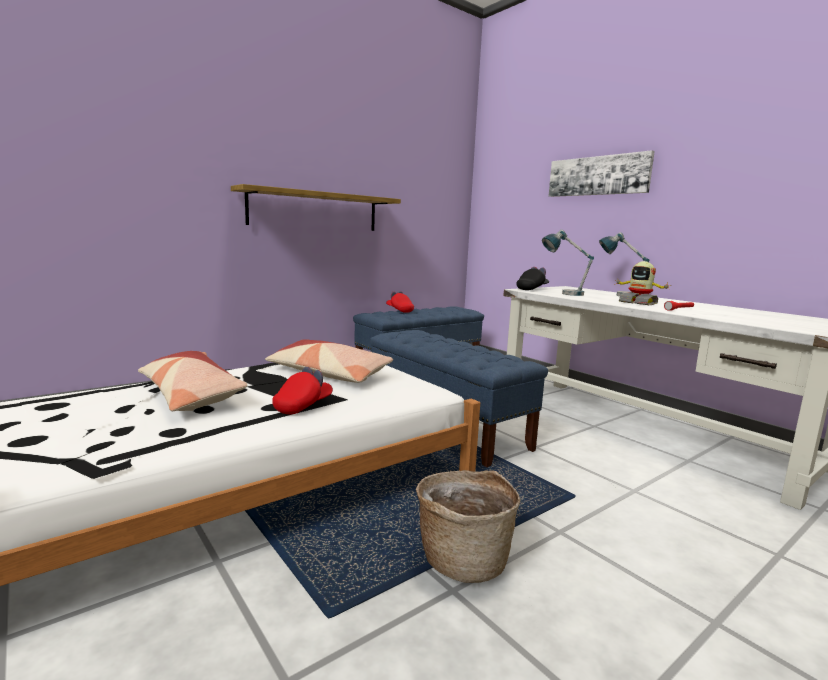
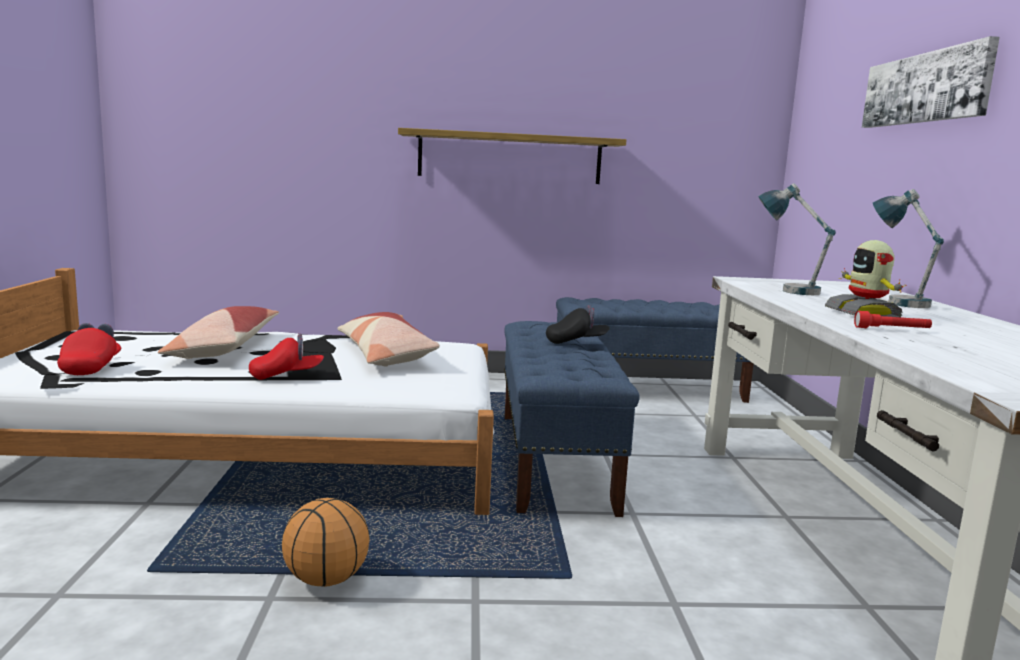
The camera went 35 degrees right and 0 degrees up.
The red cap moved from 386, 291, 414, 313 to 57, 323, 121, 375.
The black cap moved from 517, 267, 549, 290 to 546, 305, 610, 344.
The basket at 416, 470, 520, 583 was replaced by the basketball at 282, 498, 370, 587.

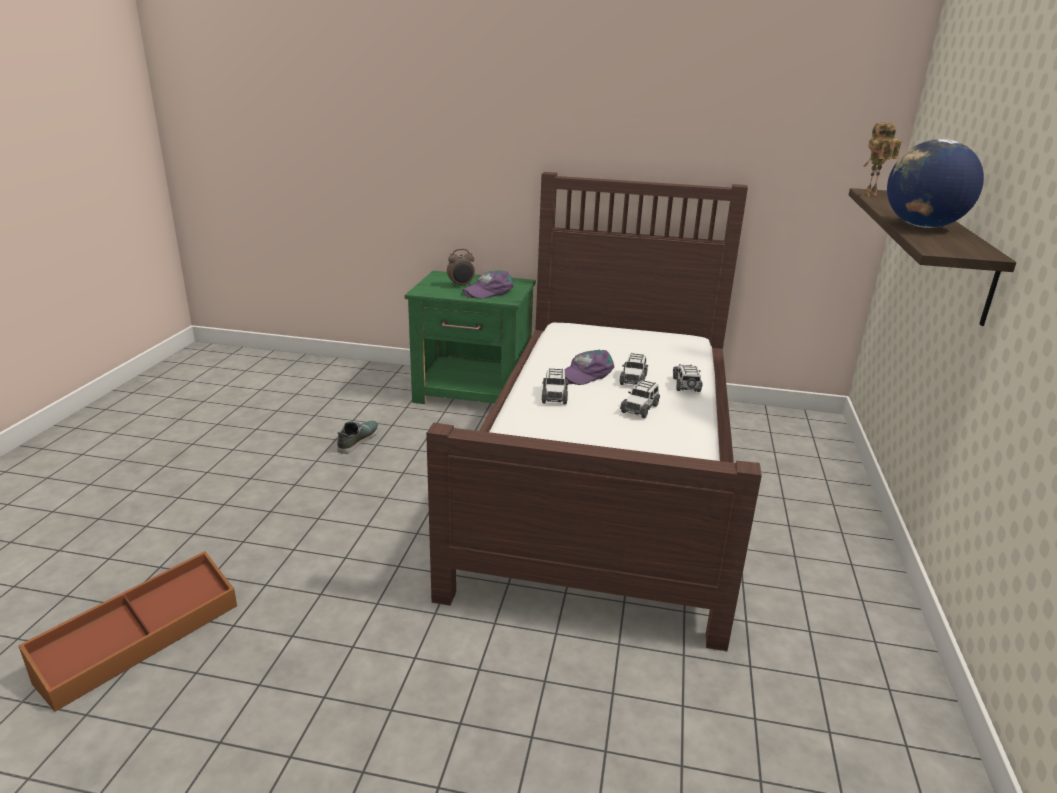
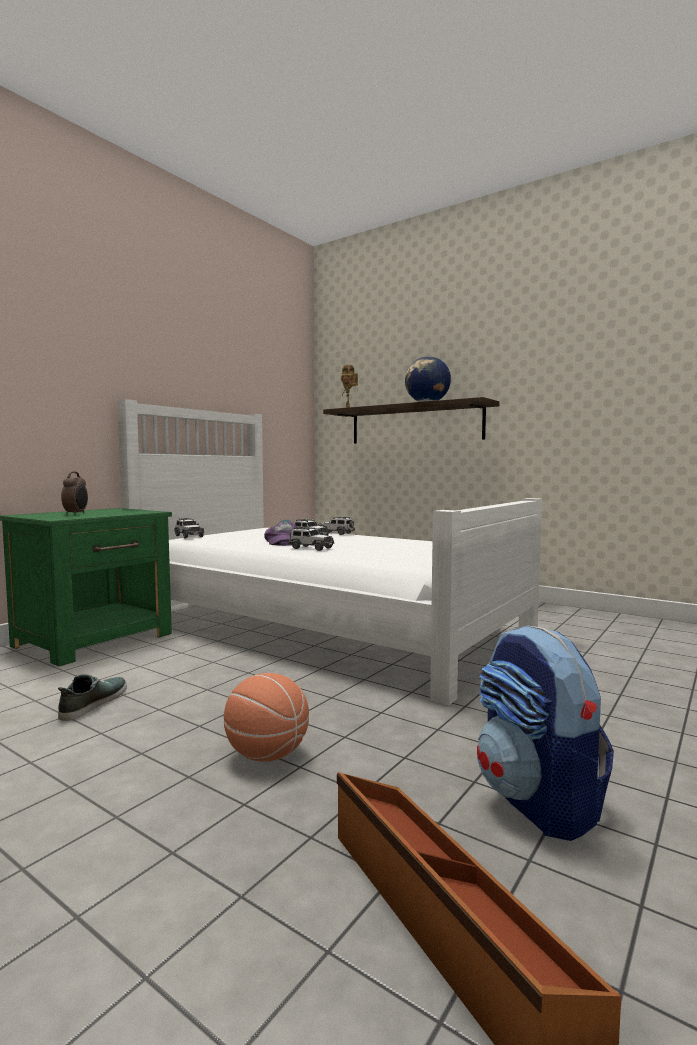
The camera went 65 degrees left and 20 degrees down.
The purple cap at 463, 271, 514, 299 disappeared.
The basketball at 224, 673, 309, 762 appeared.
The backpack at 477, 625, 614, 841 appeared.
The toy car moved from 620, 380, 660, 418 to 175, 518, 204, 538.
The brown bed at 426, 172, 762, 651 became the white bed at 117, 399, 542, 705.
The shoe at 337, 421, 379, 454 turned 60 degrees clockwise.

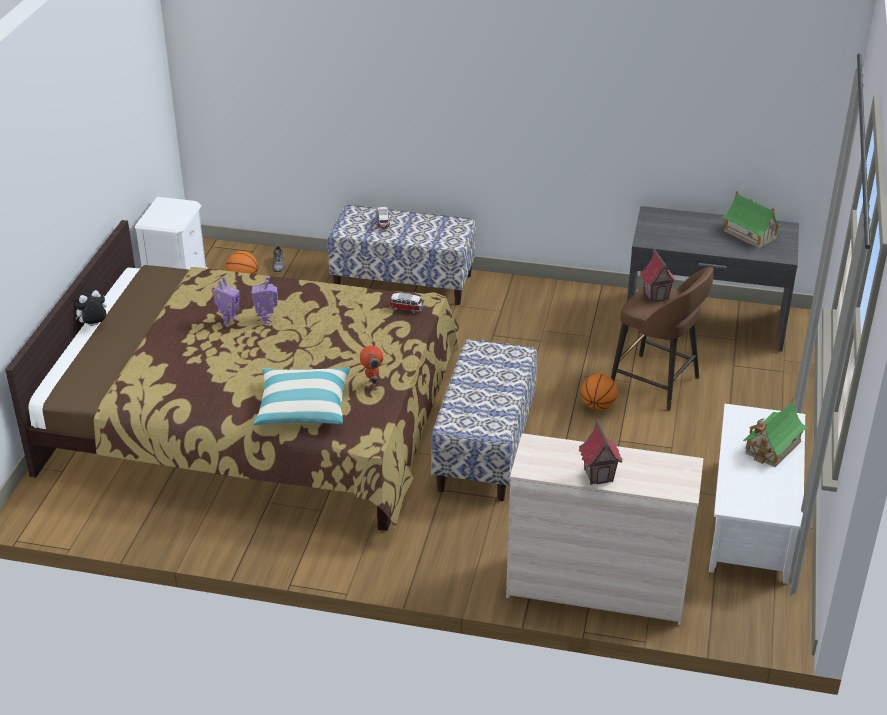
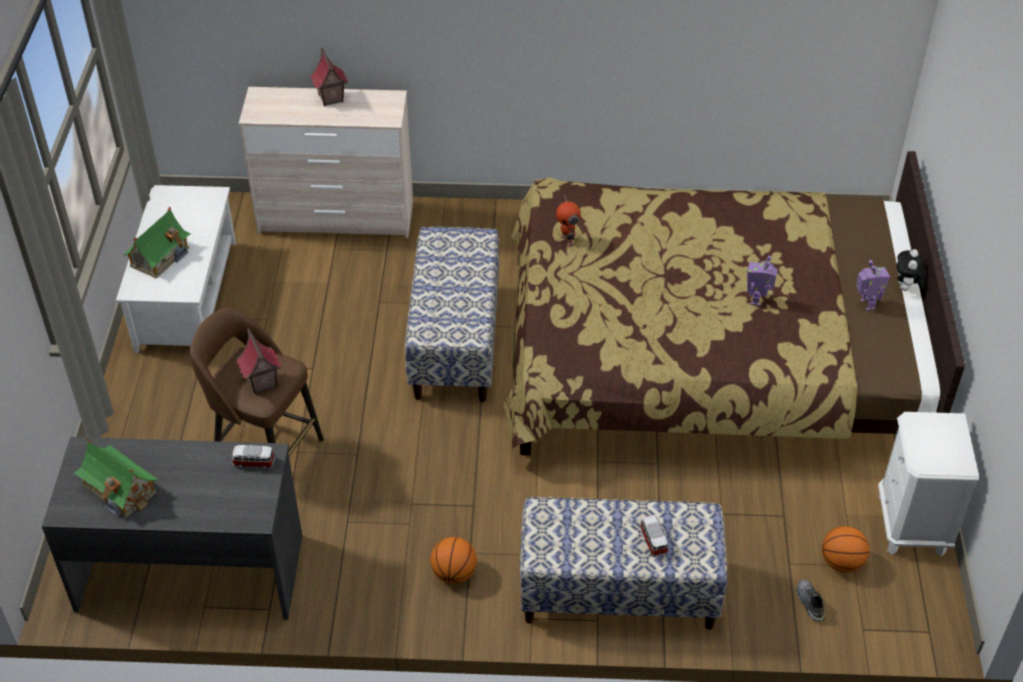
The camera went 170 degrees right and 10 degrees up.
The pillow at 253, 367, 350, 425 disappeared.
The toy robot moved from 251, 276, 278, 324 to 856, 260, 890, 311.
The toy car moved from 389, 293, 423, 313 to 231, 445, 276, 469.
The basketball moved from 581, 374, 618, 410 to 431, 537, 477, 584.
The plush toy at 75, 290, 107, 326 turned 150 degrees clockwise.

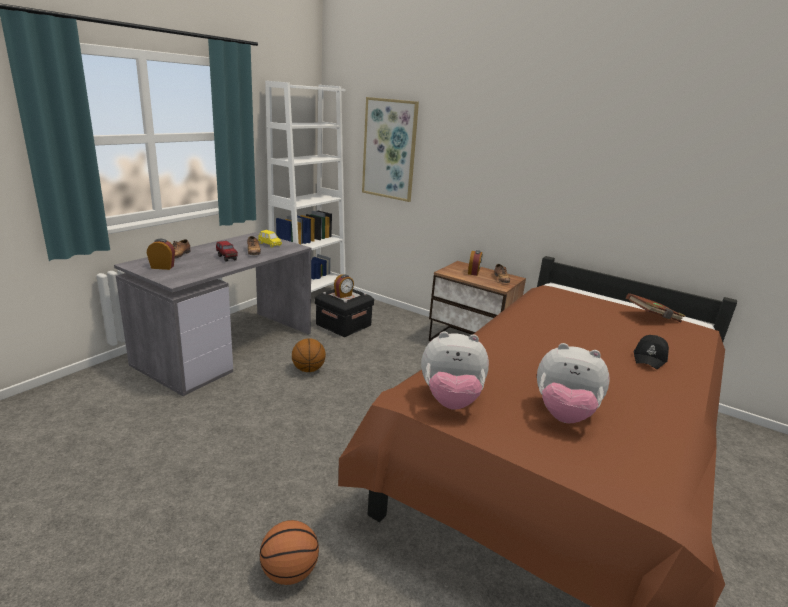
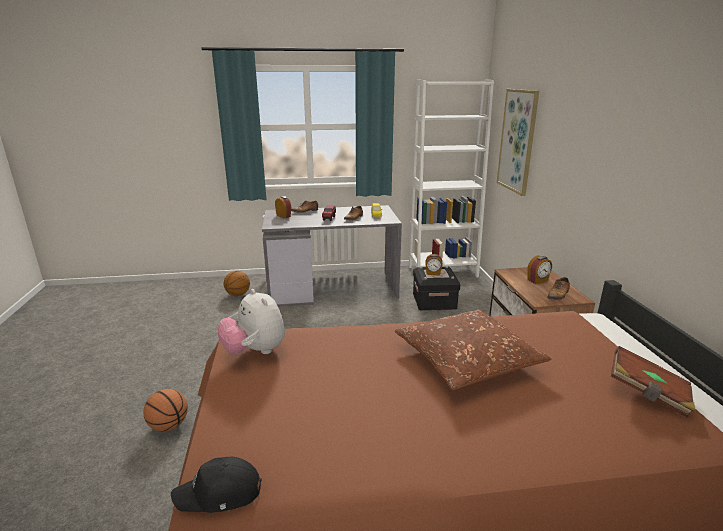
The camera went 50 degrees right and 0 degrees up.
The plush toy at 537, 343, 610, 424 disappeared.
The brown pillow at 395, 310, 552, 390 appeared.
The basketball moved from 292, 338, 326, 372 to 224, 271, 250, 296.
The black cap moved from 633, 335, 669, 369 to 171, 457, 261, 513.

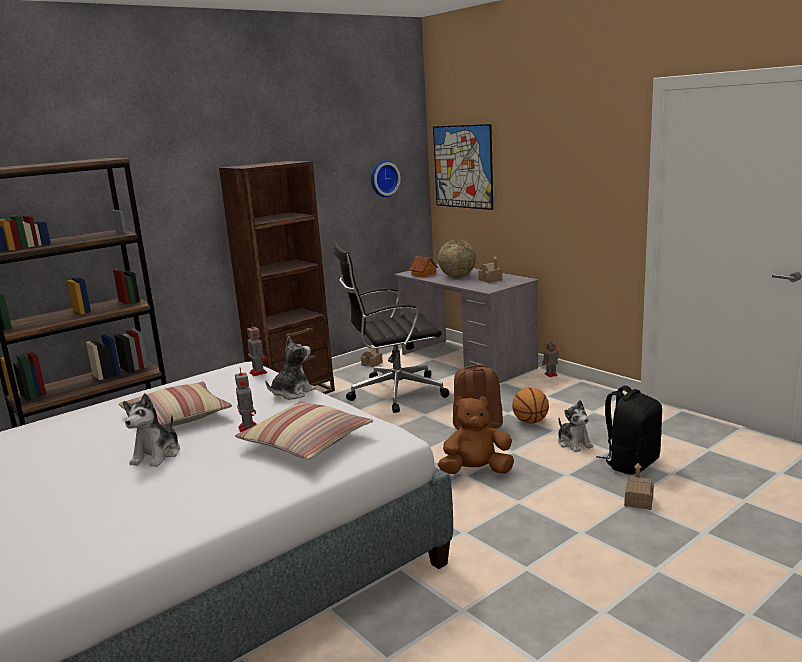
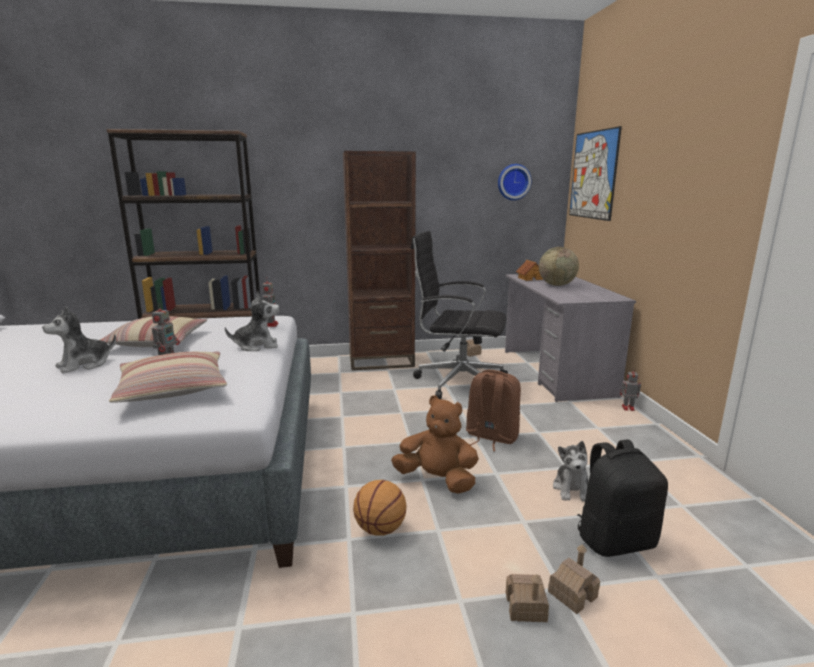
The camera went 30 degrees right and 0 degrees up.
The toy house moved from 478, 256, 502, 283 to 506, 574, 549, 622.
The basketball moved from 512, 387, 549, 424 to 353, 480, 406, 536.

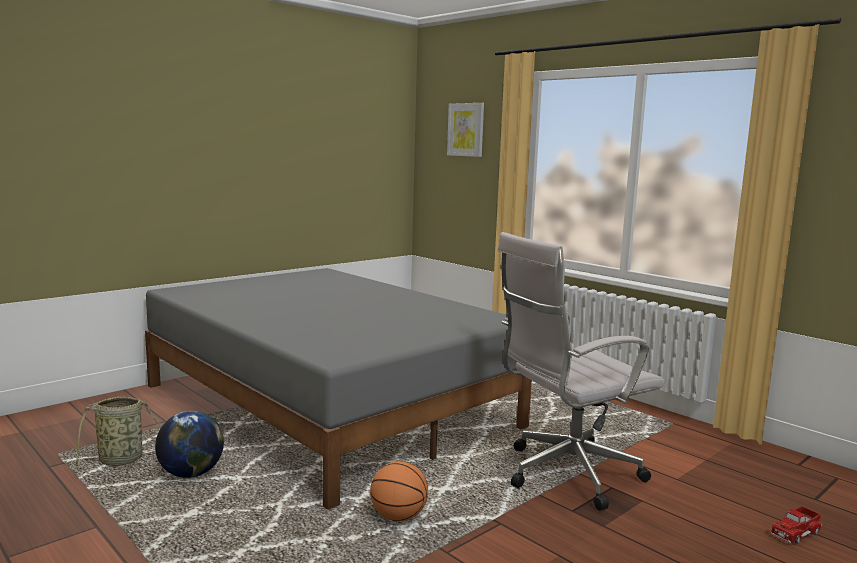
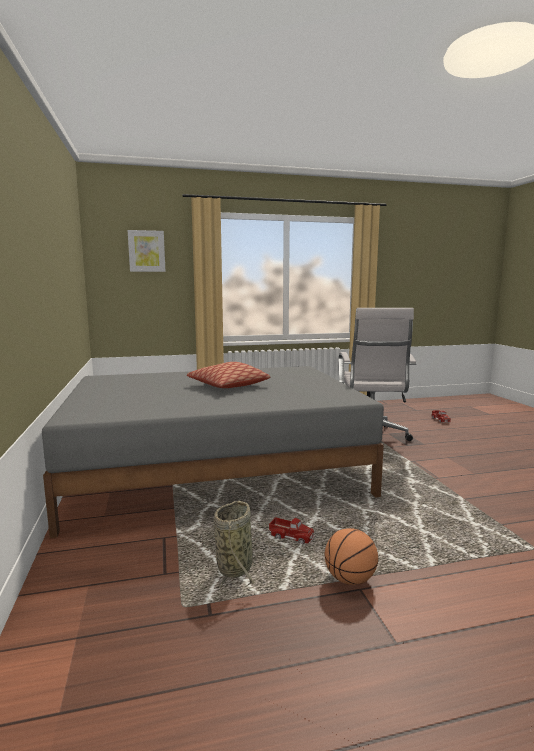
The camera went 60 degrees left and 0 degrees up.
The pillow at 187, 362, 270, 388 appeared.
The basketball moved from 370, 462, 428, 521 to 325, 528, 378, 585.
The globe at 155, 411, 224, 478 was replaced by the toy truck at 268, 517, 315, 544.

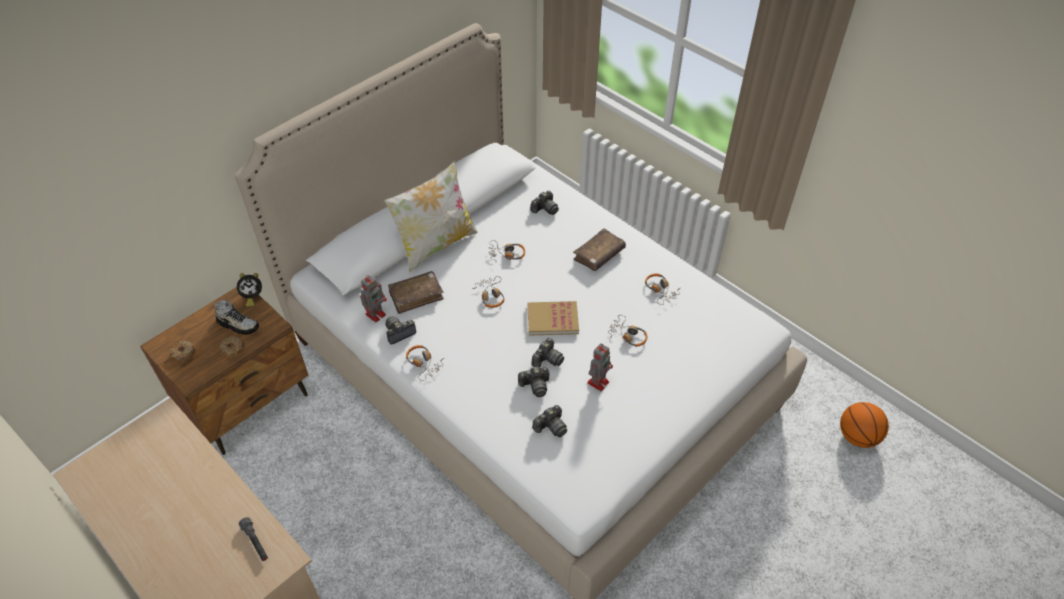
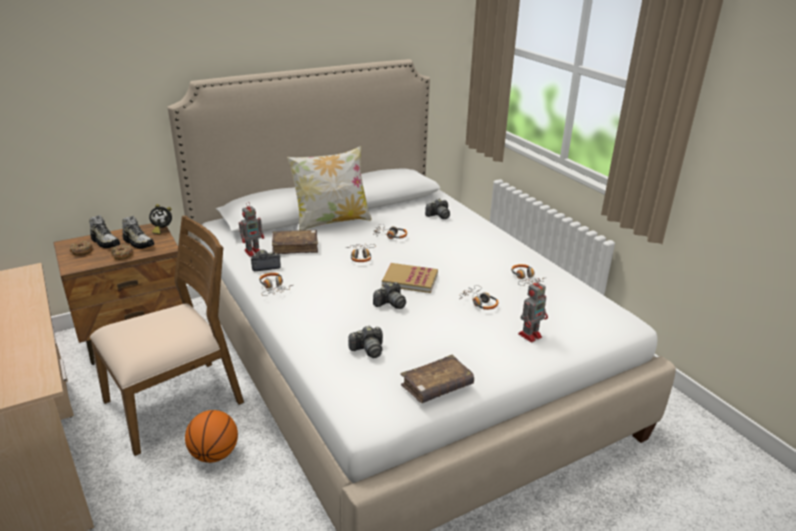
The camera went 15 degrees right and 20 degrees down.
The grey flashlight at 239, 517, 268, 561 disappeared.
The photo camera at 517, 367, 549, 397 disappeared.
The shoe at 89, 215, 120, 248 appeared.
The brown chair at 90, 216, 244, 456 appeared.
The brown book moved from 573, 228, 626, 271 to 400, 355, 474, 403.
The toy robot moved from 587, 343, 613, 391 to 518, 279, 548, 343.
The basketball moved from 840, 402, 889, 448 to 185, 410, 238, 463.

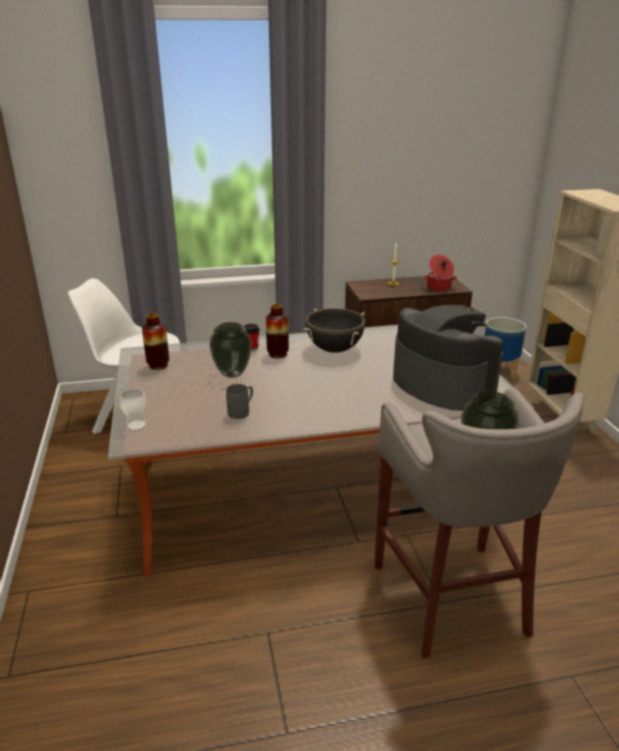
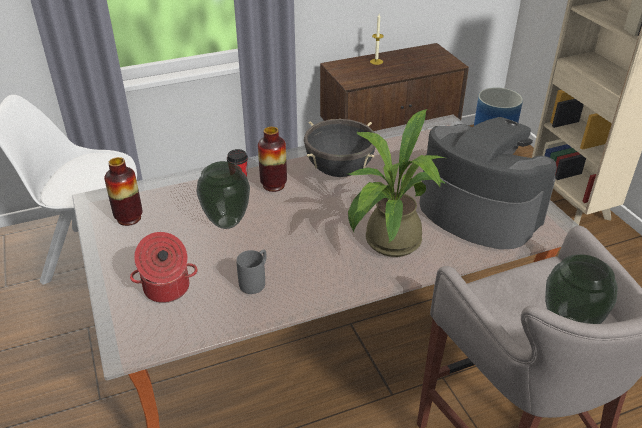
The camera went 10 degrees left and 10 degrees up.
The cup at 119, 388, 147, 431 disappeared.
The potted plant at 348, 109, 446, 257 appeared.
The cooking pot moved from 423, 255, 457, 292 to 130, 232, 198, 303.

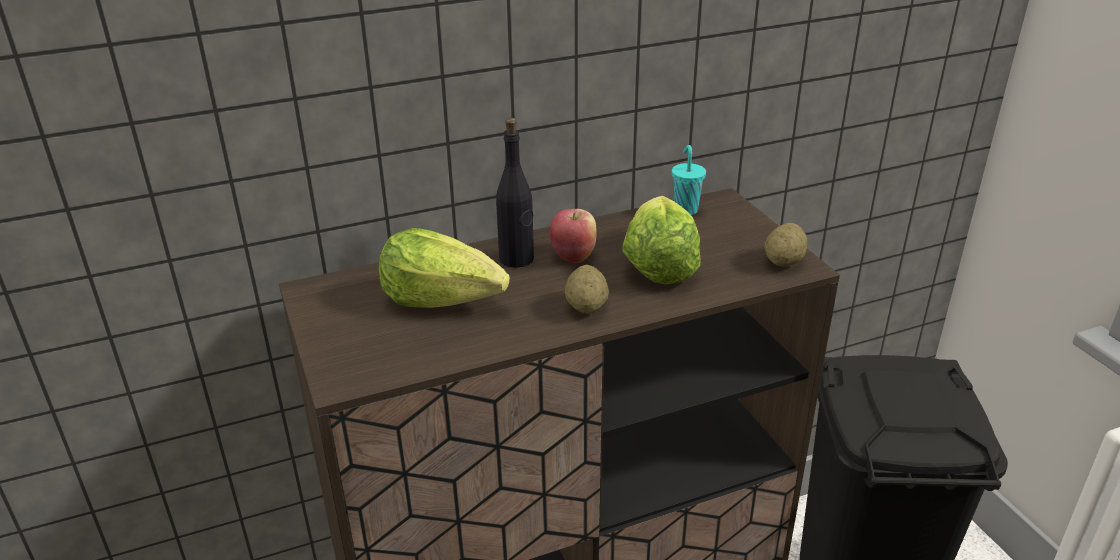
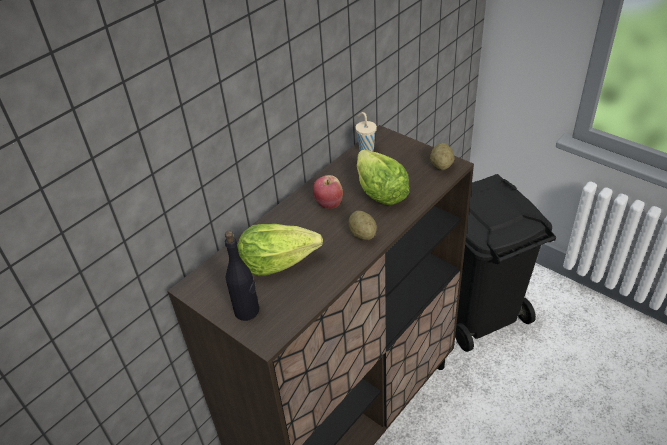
The camera went 25 degrees left and 10 degrees up.
The black bottle moved from 496, 118, 534, 268 to 225, 231, 259, 321.
The turquoise cup at 672, 145, 706, 215 became the beige cup at 355, 112, 377, 151.

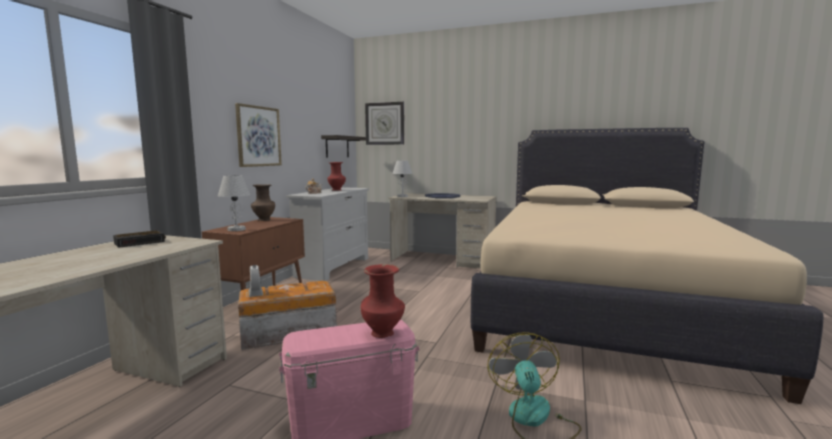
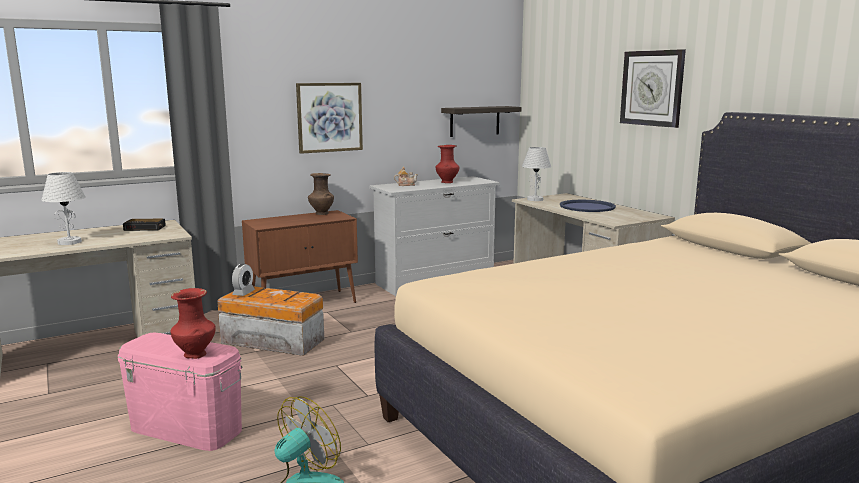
The camera went 40 degrees right and 5 degrees up.
The white table lamp moved from 218, 175, 251, 231 to 41, 172, 85, 245.
The wall clock moved from 365, 102, 404, 145 to 620, 49, 686, 128.

